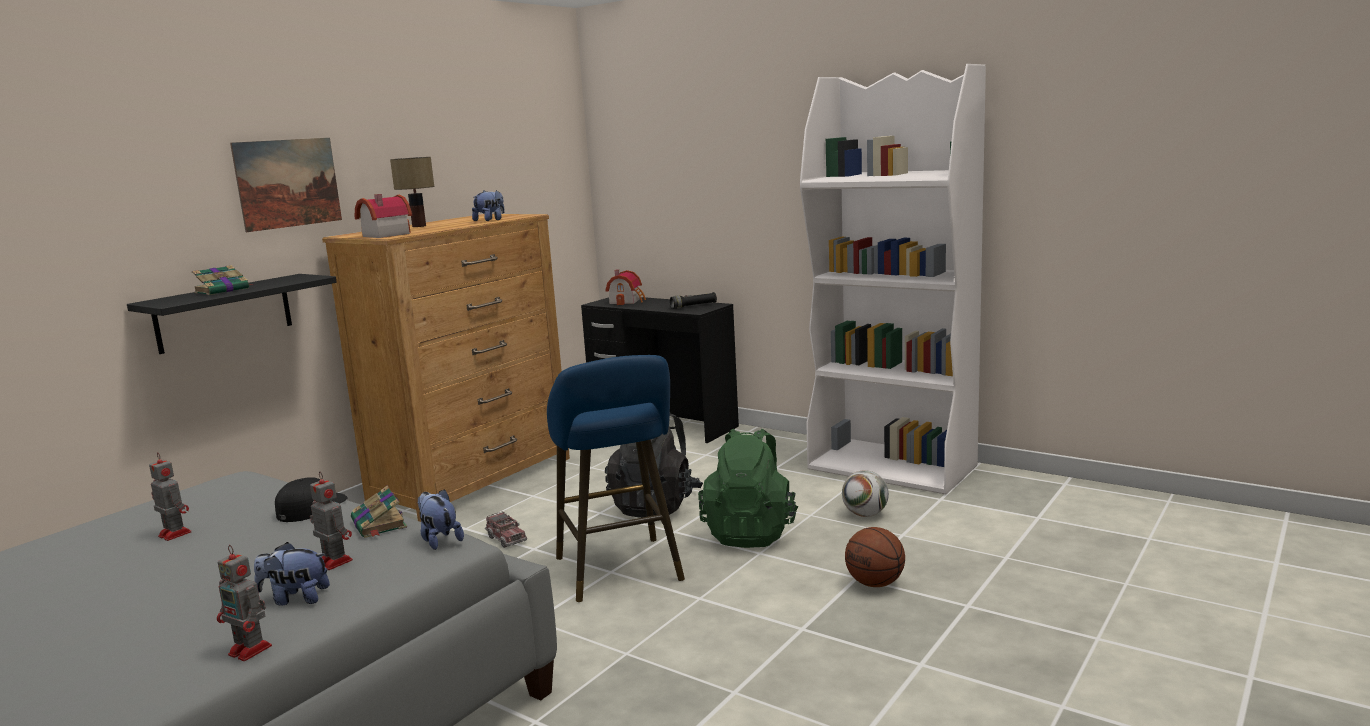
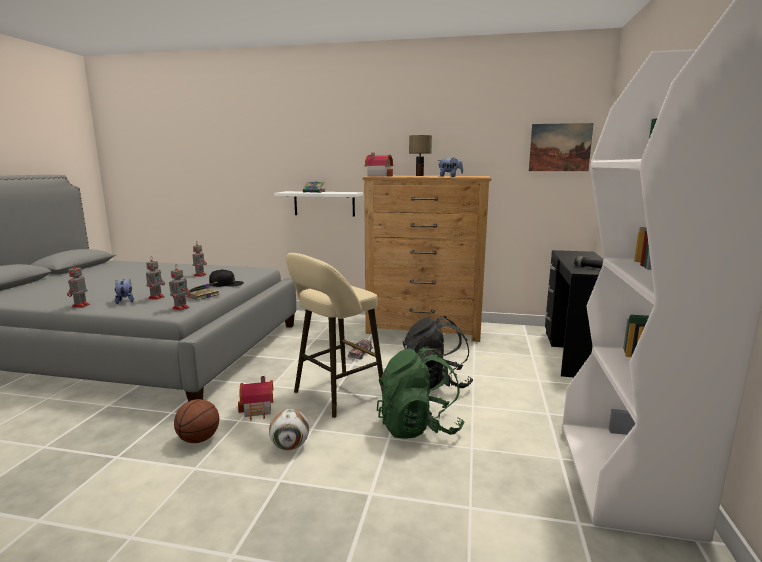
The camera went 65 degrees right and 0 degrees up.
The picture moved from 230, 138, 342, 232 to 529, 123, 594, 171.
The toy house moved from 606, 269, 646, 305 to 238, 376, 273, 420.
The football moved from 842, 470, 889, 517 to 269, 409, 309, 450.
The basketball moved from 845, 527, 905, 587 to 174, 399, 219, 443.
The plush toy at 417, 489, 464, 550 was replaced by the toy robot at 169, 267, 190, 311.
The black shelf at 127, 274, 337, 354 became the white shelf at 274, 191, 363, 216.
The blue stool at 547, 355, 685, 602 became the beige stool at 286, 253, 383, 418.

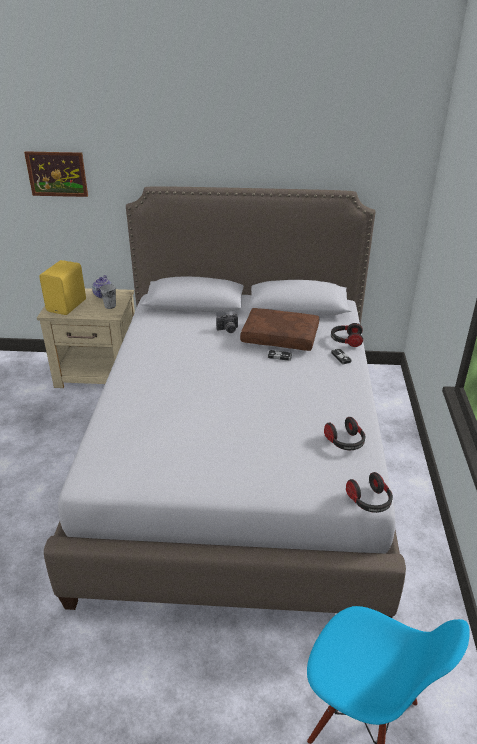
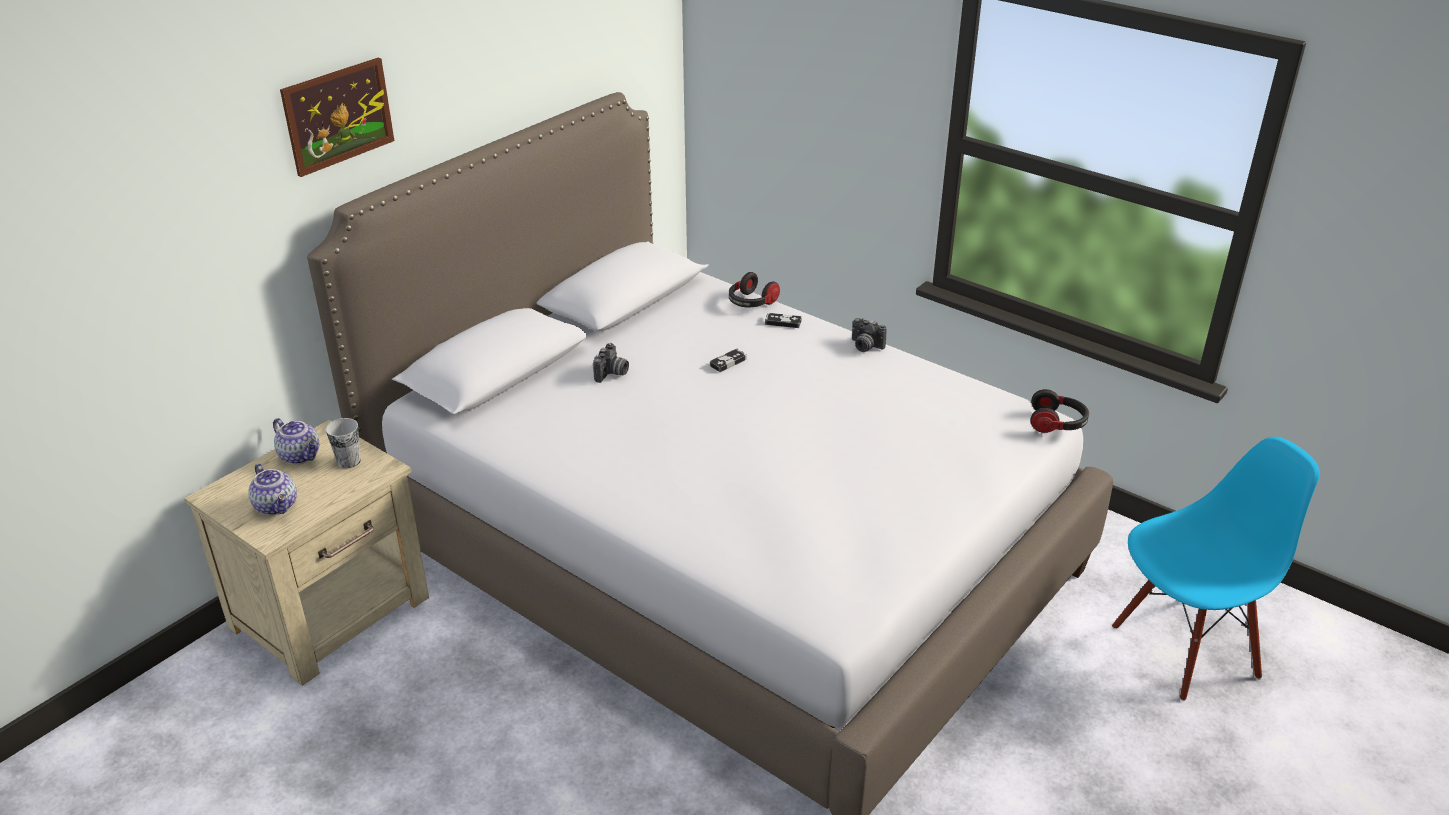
The camera went 55 degrees left and 0 degrees up.
The brown pillow at 240, 308, 319, 351 disappeared.
The headphones at 324, 417, 365, 450 disappeared.
The photo camera at 852, 318, 887, 352 appeared.
The picture moved from 24, 151, 88, 197 to 280, 58, 394, 177.
The yellow speaker at 39, 260, 86, 315 was replaced by the teapot at 248, 463, 297, 515.

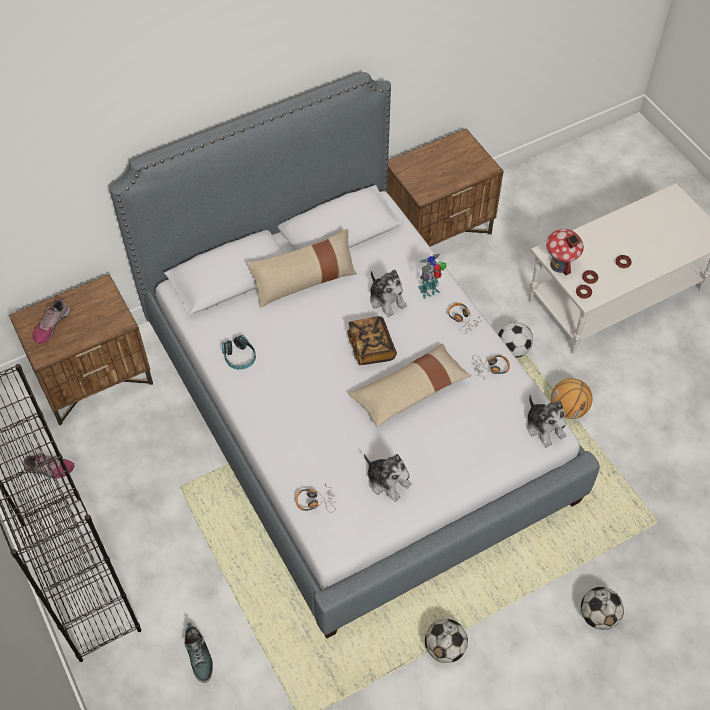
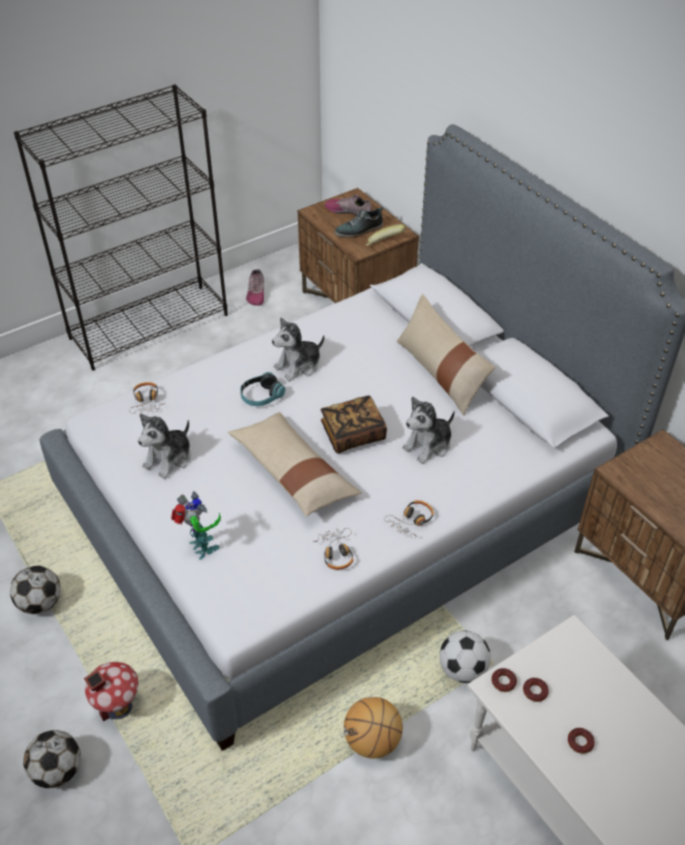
The camera went 85 degrees right and 10 degrees down.
The banana at 366, 224, 406, 246 appeared.
The shoe moved from 185, 622, 213, 683 to 335, 207, 384, 238.
The headphones moved from 222, 335, 256, 370 to 240, 372, 285, 406.
The toy robot moved from 418, 254, 447, 299 to 171, 491, 221, 560.
The plush toy moved from 526, 395, 567, 448 to 272, 317, 324, 381.
The toy house moved from 546, 229, 584, 275 to 84, 662, 138, 722.

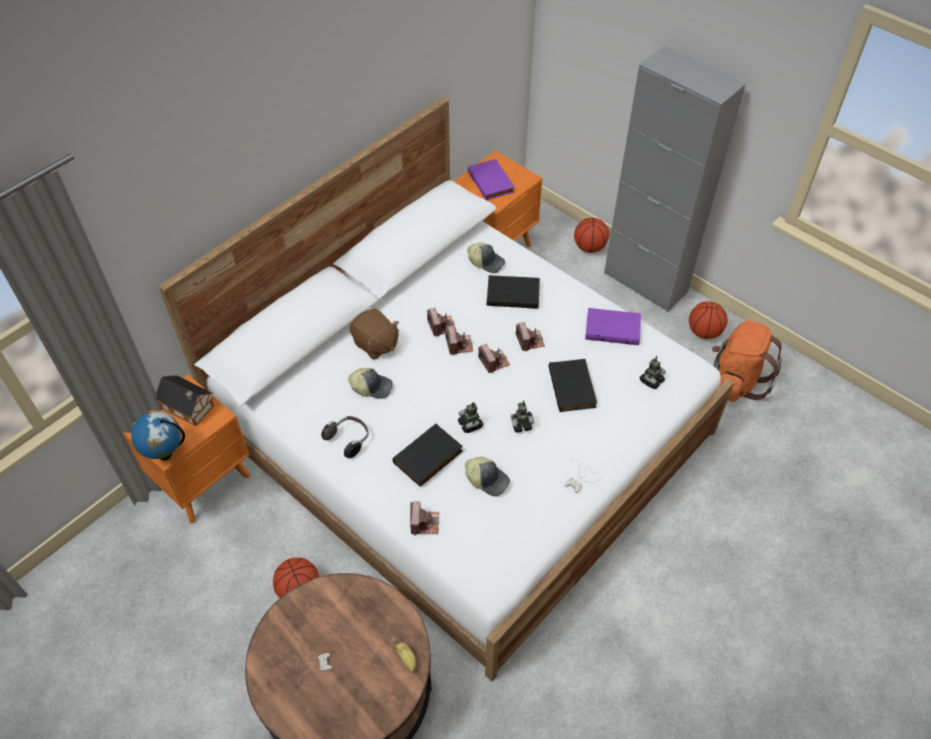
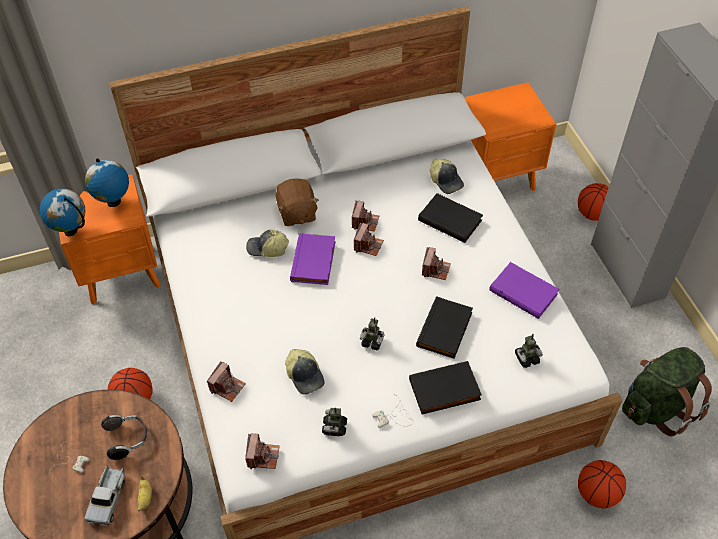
The camera went 30 degrees right and 0 degrees up.
The toy truck at 84, 465, 125, 526 appeared.
The headphones moved from 321, 416, 369, 458 to 101, 415, 147, 460.
The black book moved from 392, 424, 463, 487 to 409, 361, 482, 415.
The toy robot moved from 458, 402, 484, 433 to 322, 408, 347, 436.
The purple book moved from 467, 159, 515, 200 to 290, 233, 336, 285.
The photo camera moved from 478, 344, 510, 373 to 245, 433, 280, 469.
The basketball moved from 689, 301, 728, 339 to 578, 460, 626, 509.
The toy house at 155, 375, 214, 426 was replaced by the globe at 85, 158, 129, 207.
The orange backpack at 712, 321, 782, 402 became the green backpack at 622, 347, 712, 436.
The cap at 348, 368, 393, 399 turned 150 degrees clockwise.

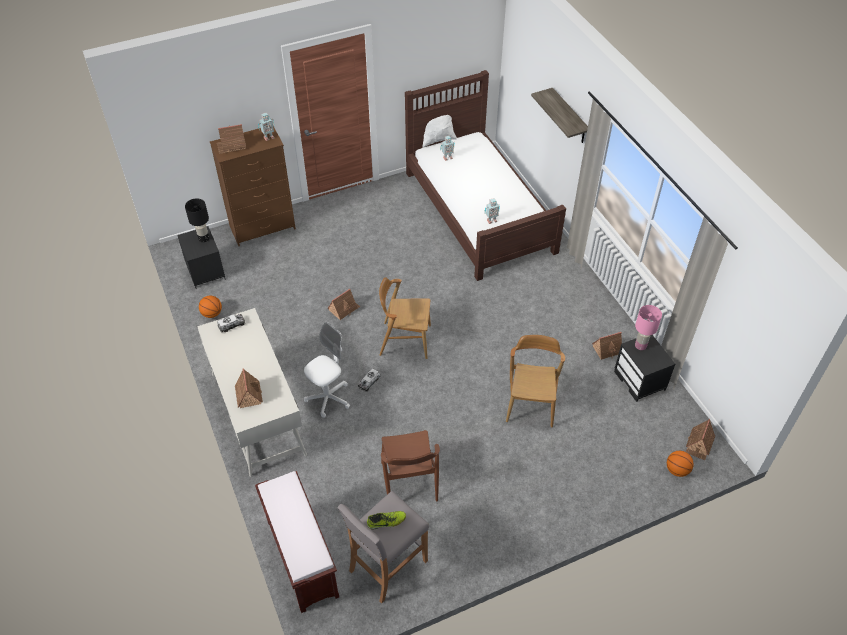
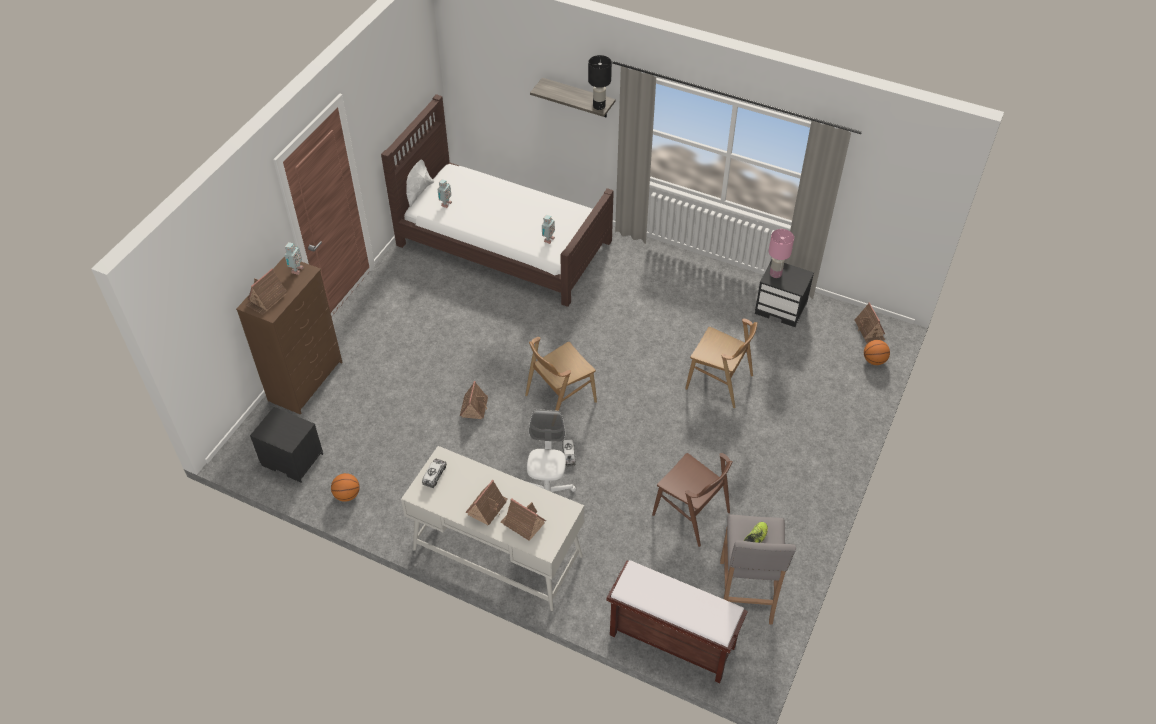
The camera went 40 degrees left and 0 degrees up.
The black table lamp moved from 185, 198, 209, 242 to 588, 55, 612, 110.
The toy house moved from 592, 332, 622, 360 to 465, 480, 508, 525.
The brown chair at 506, 335, 565, 427 turned 150 degrees clockwise.

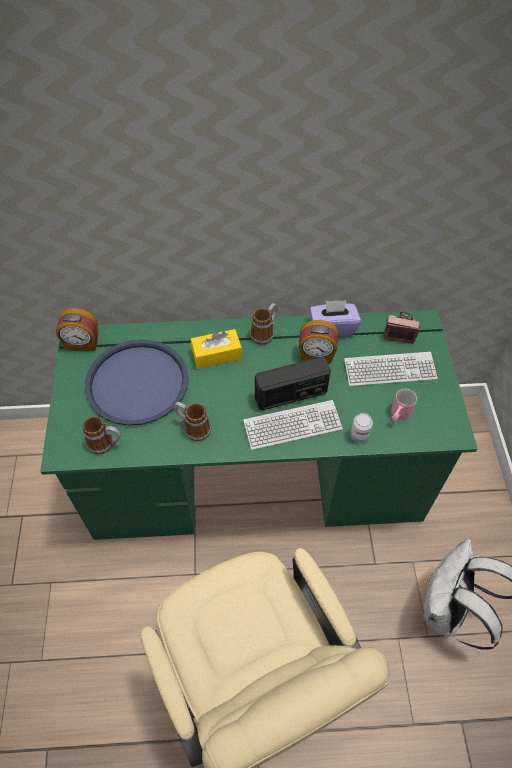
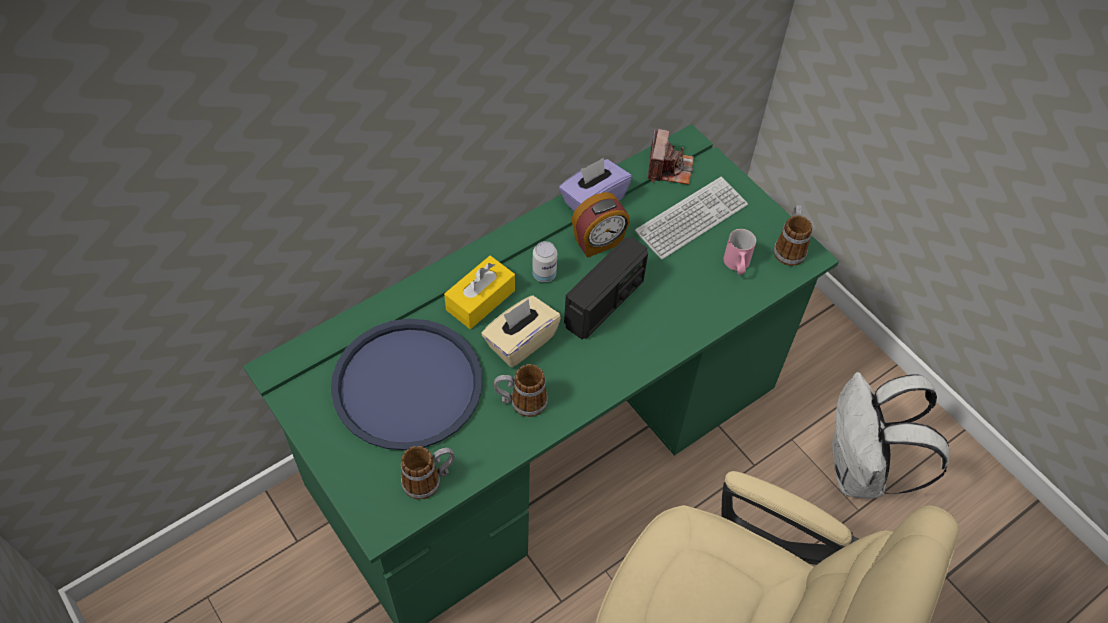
The camera went 35 degrees left and 0 degrees up.
The alarm clock at 56, 308, 98, 351 disappeared.
The keyboard at 243, 400, 343, 450 disappeared.
The beige tissue box at 481, 296, 561, 367 appeared.
The mug moved from 250, 303, 278, 345 to 773, 205, 812, 266.
The can moved from 350, 413, 373, 443 to 532, 241, 557, 282.
The photo camera at 383, 311, 420, 344 turned 120 degrees clockwise.

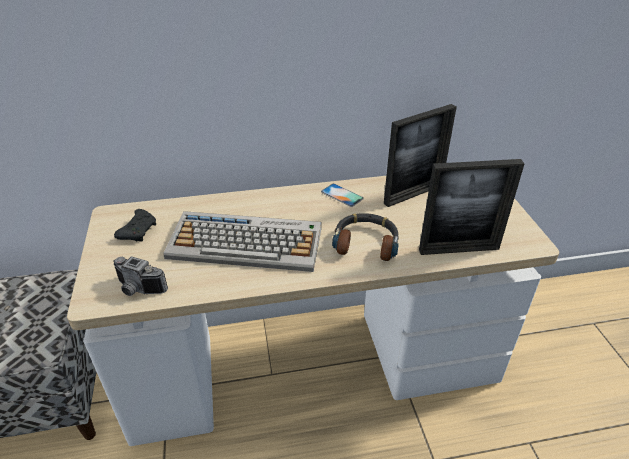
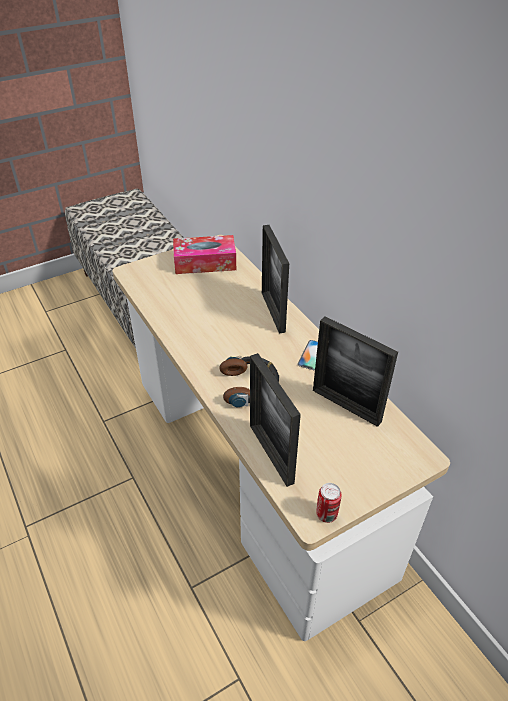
The camera went 70 degrees right and 5 degrees up.
The photo camera at 113, 256, 168, 296 disappeared.
The keyboard at 163, 211, 321, 272 disappeared.
The picture frame at 262, 225, 289, 334 appeared.
The can at 316, 483, 341, 523 appeared.
The black game controller at 114, 209, 156, 241 was replaced by the tissue box at 173, 235, 236, 274.

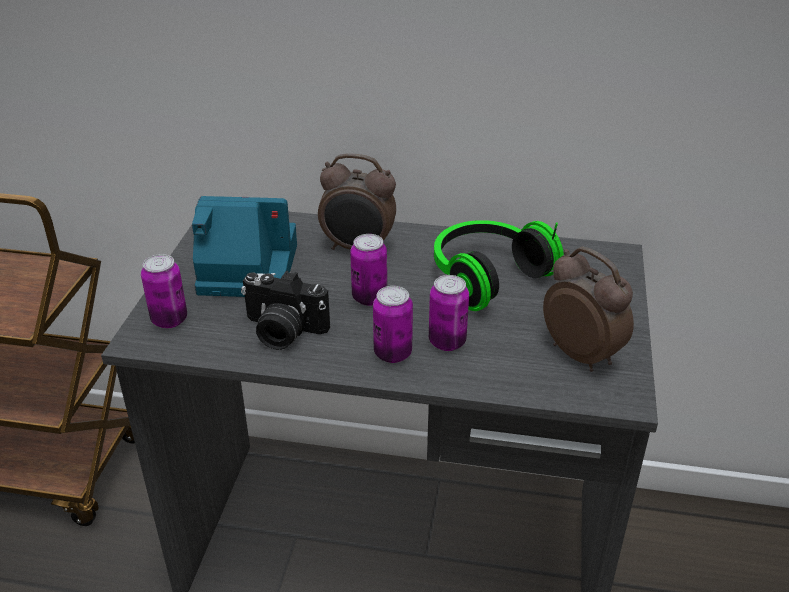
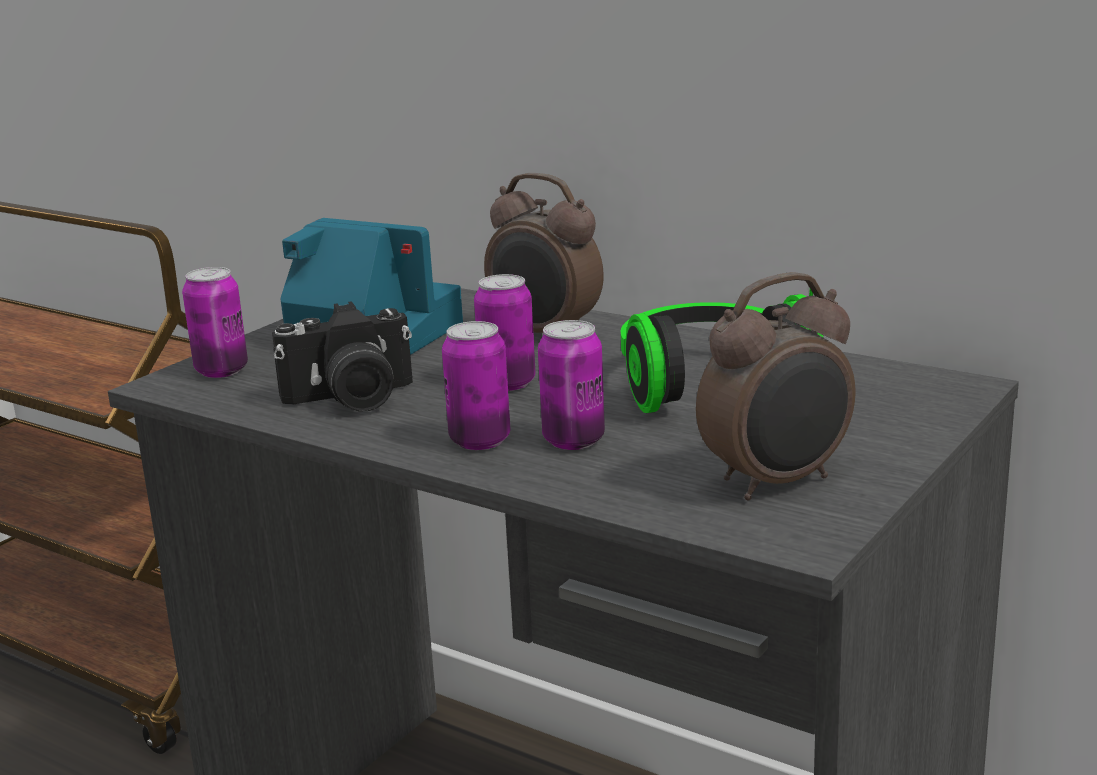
The camera went 25 degrees right and 15 degrees down.
The photo camera at 241, 271, 330, 350 turned 60 degrees counterclockwise.
The alarm clock at 543, 247, 634, 372 turned 75 degrees clockwise.

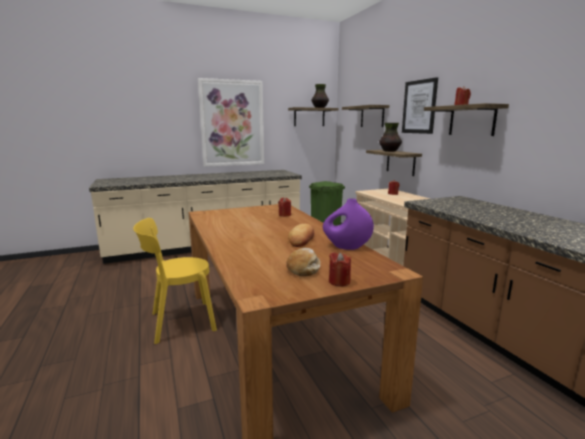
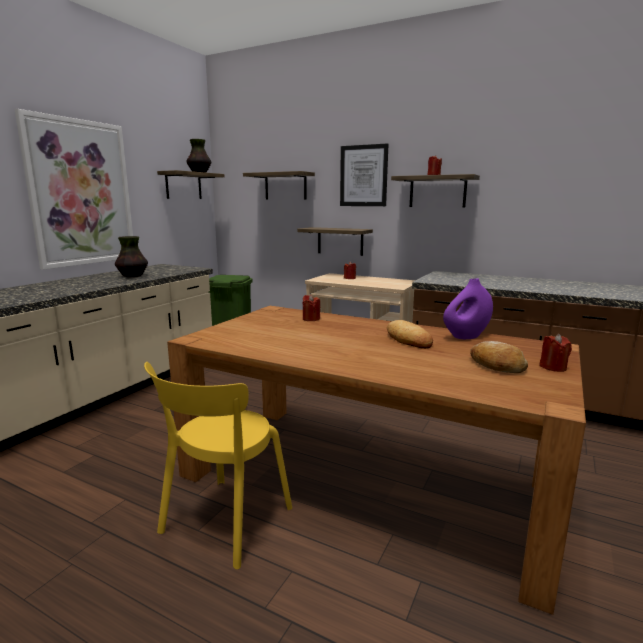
The camera went 40 degrees left and 0 degrees up.
The vase moved from 379, 123, 402, 152 to 115, 236, 148, 277.

